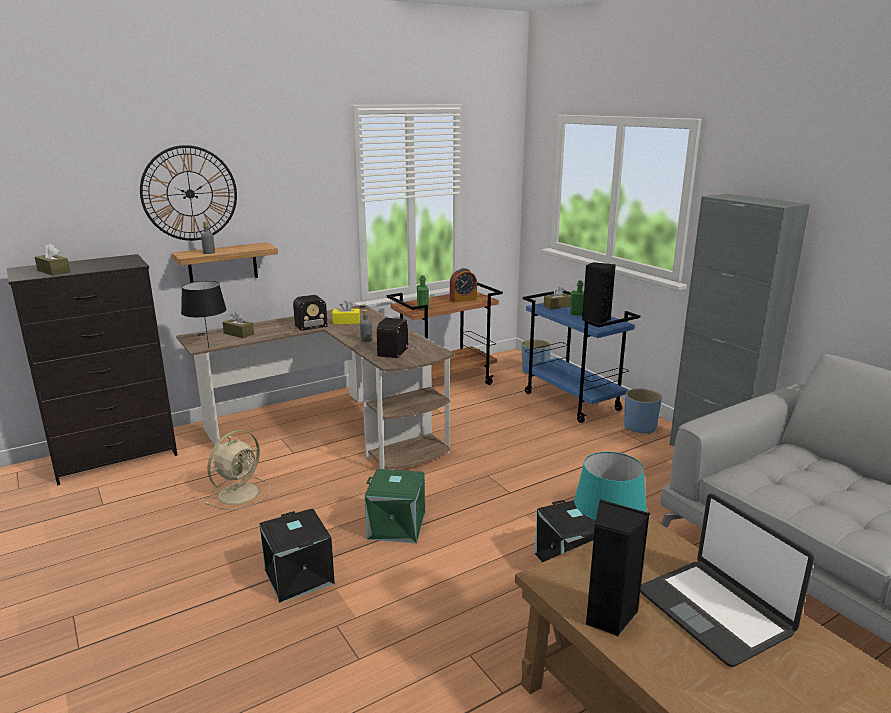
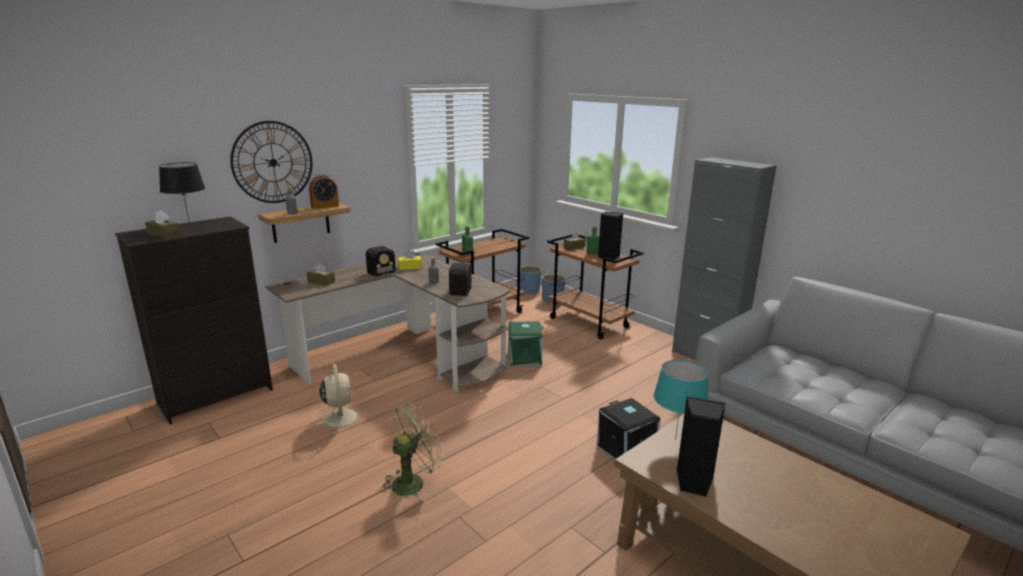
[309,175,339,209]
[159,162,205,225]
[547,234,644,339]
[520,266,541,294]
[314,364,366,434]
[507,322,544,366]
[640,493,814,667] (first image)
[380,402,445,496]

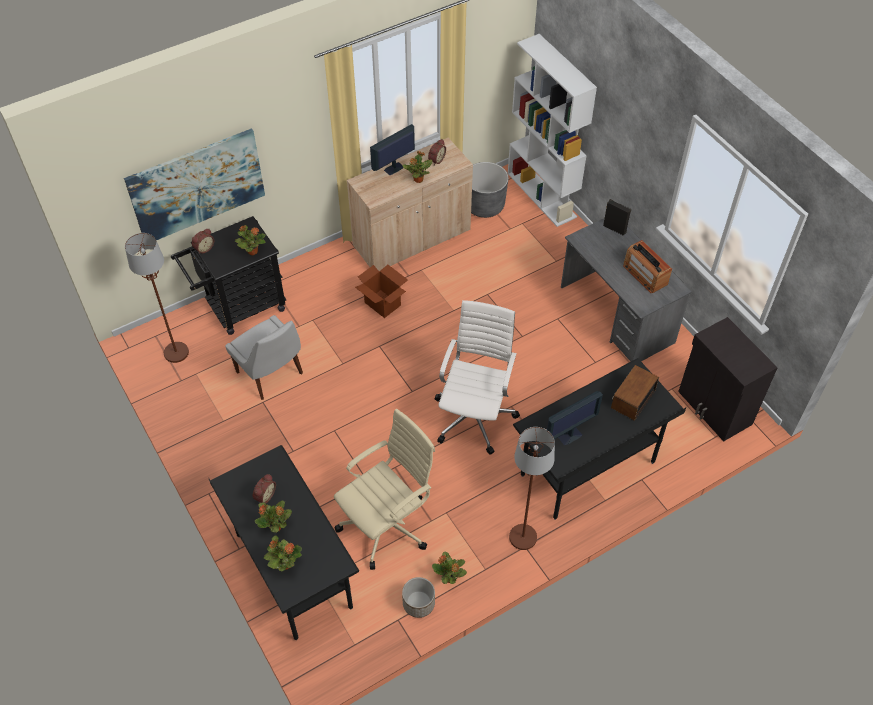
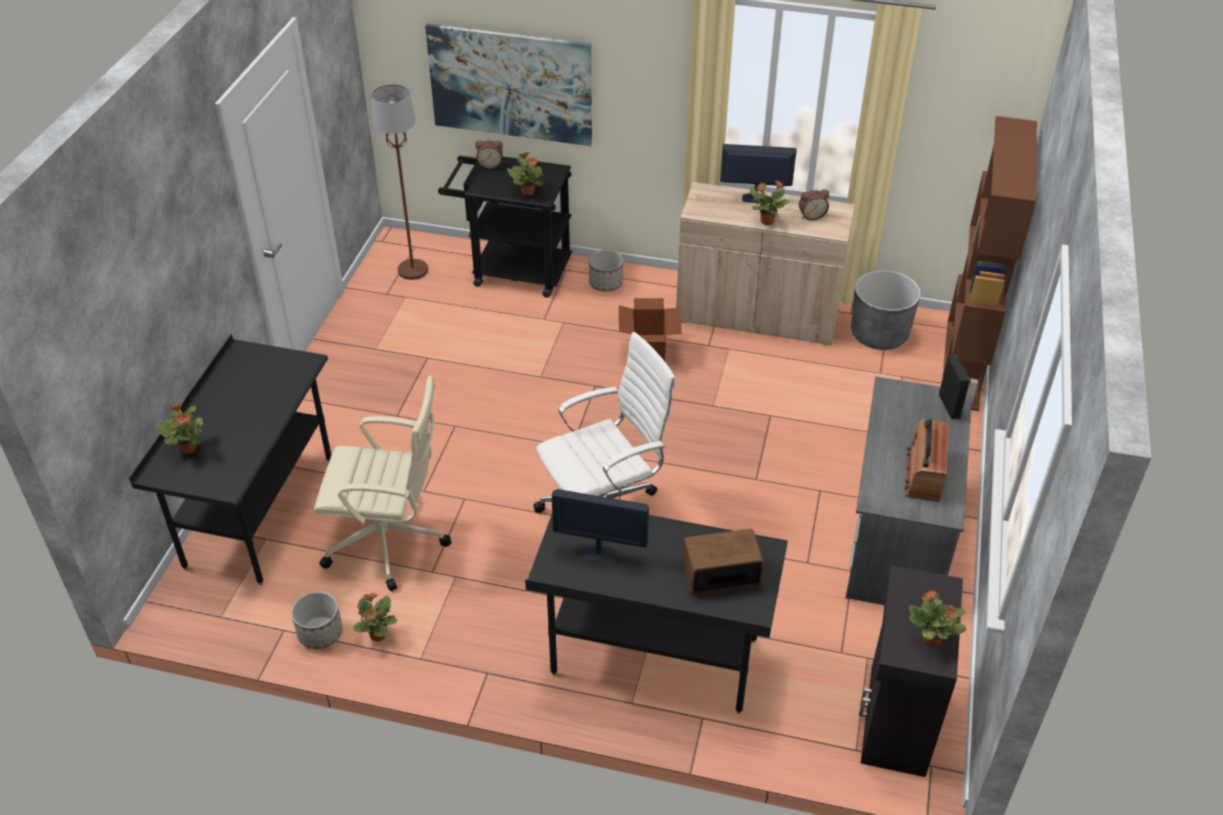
[943,116,1037,411]
[225,315,303,400] (first image)
[509,427,555,550] (first image)
[253,474,276,504] (first image)
[909,591,966,647]
[589,250,623,292]

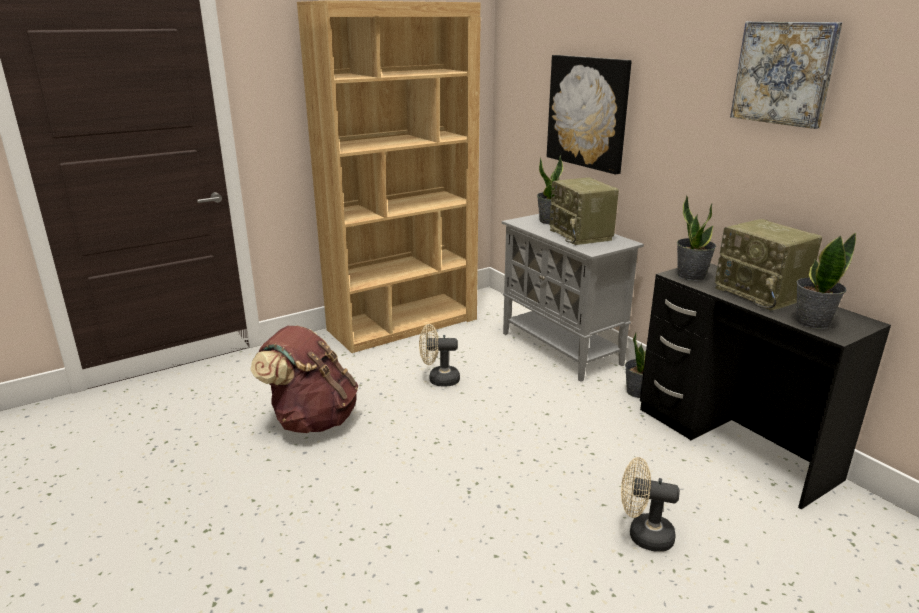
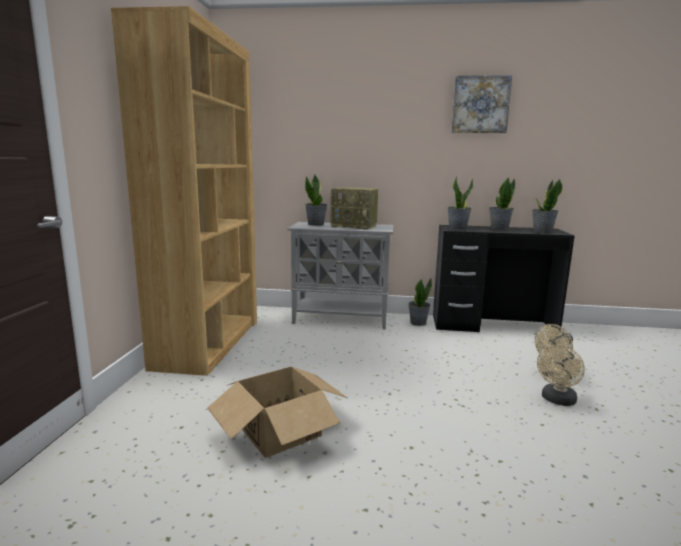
[547,55,632,175] (first image)
[489,178,515,230]
[537,344,585,406]
[207,366,347,458]

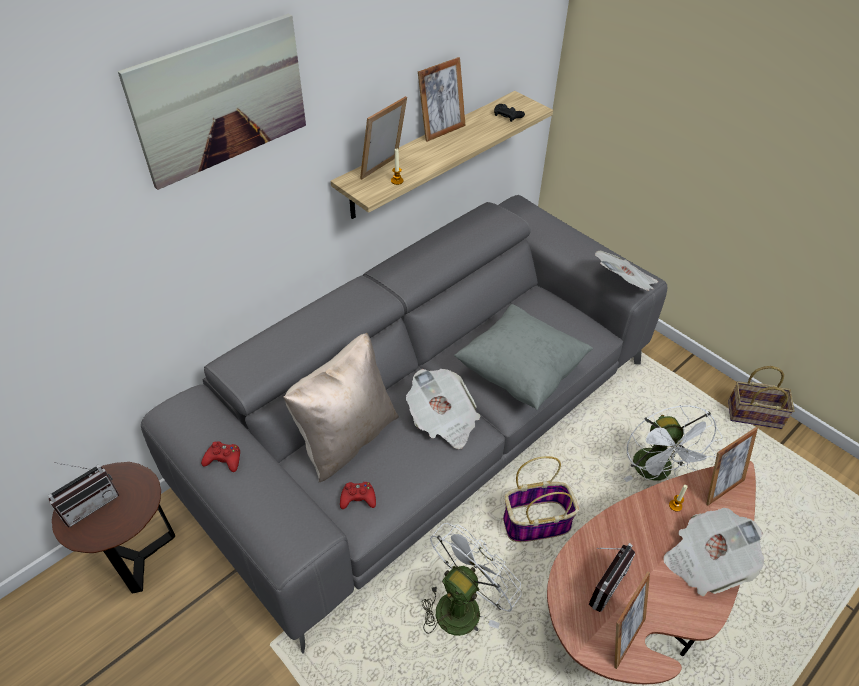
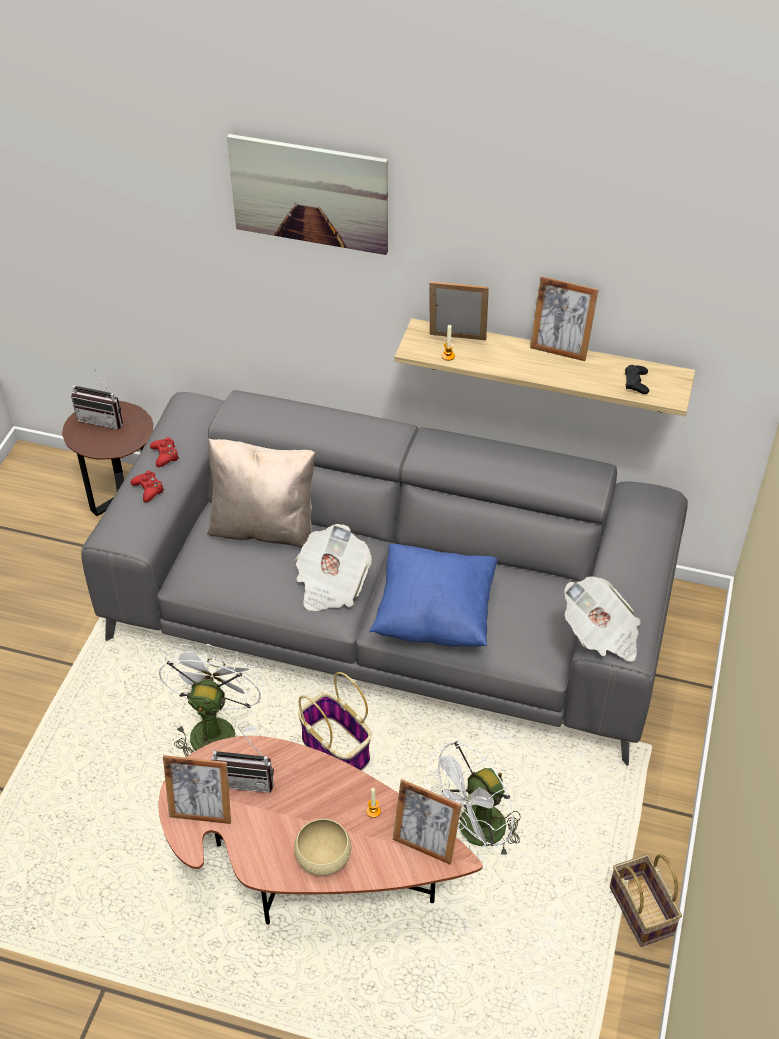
[369,543,498,647]
[131,470,164,502]
[294,819,351,876]
[159,644,263,757]

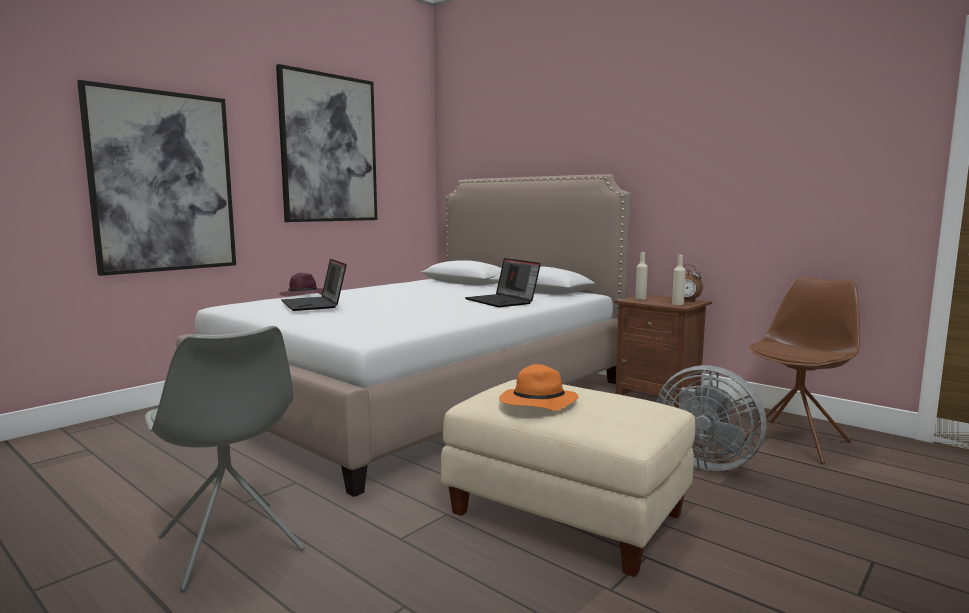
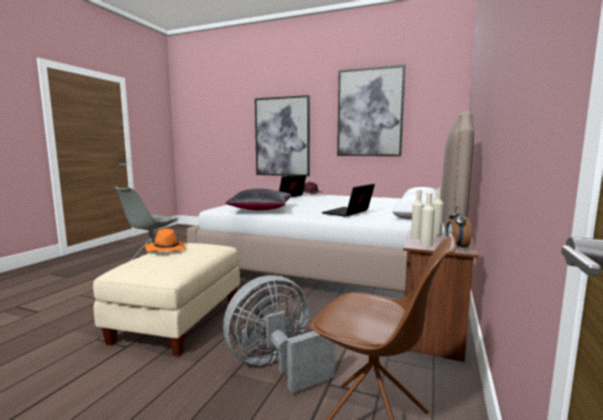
[223,275,335,393]
[225,189,292,210]
[411,190,424,239]

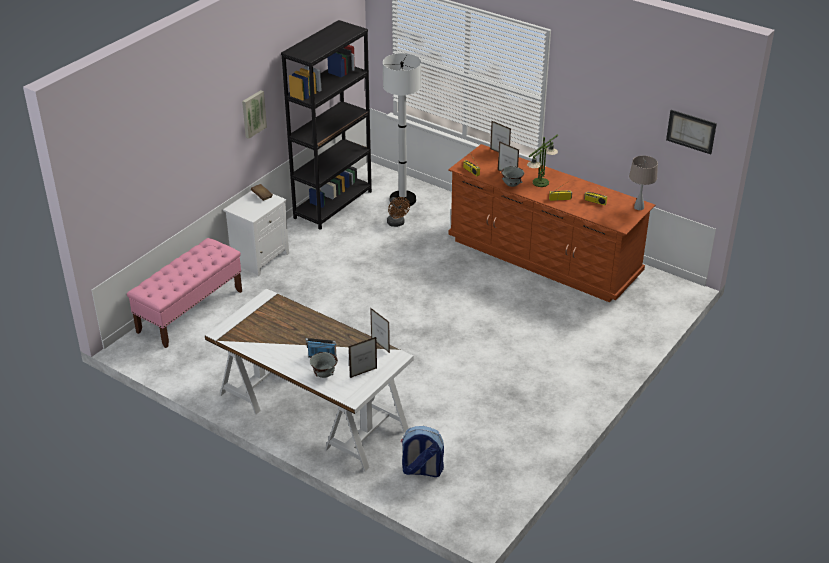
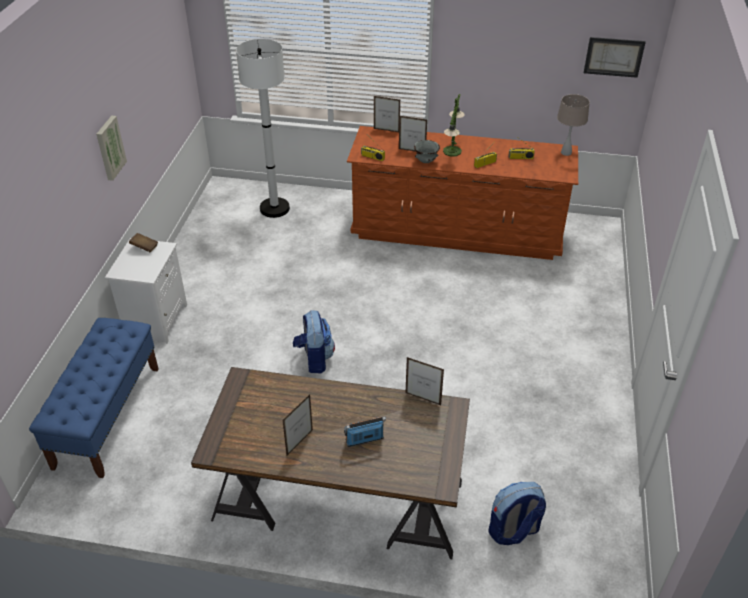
[281,20,372,230] (first image)
[387,197,410,227] (first image)
[29,318,158,478]
[191,367,470,559]
[283,394,313,455]
[310,352,338,378] (first image)
[293,310,335,373]

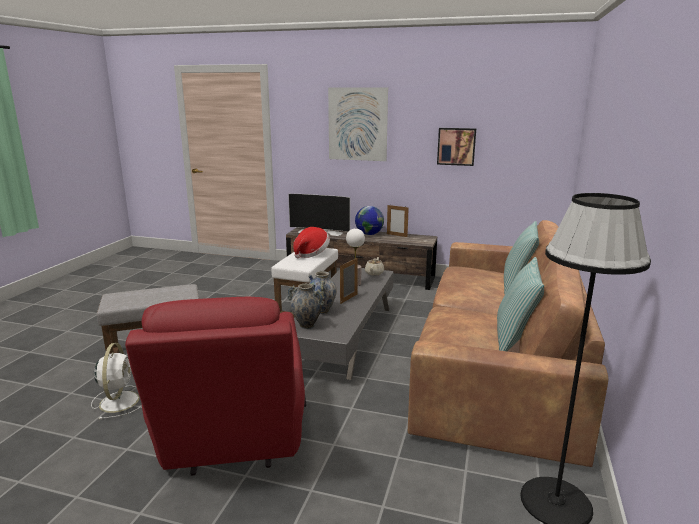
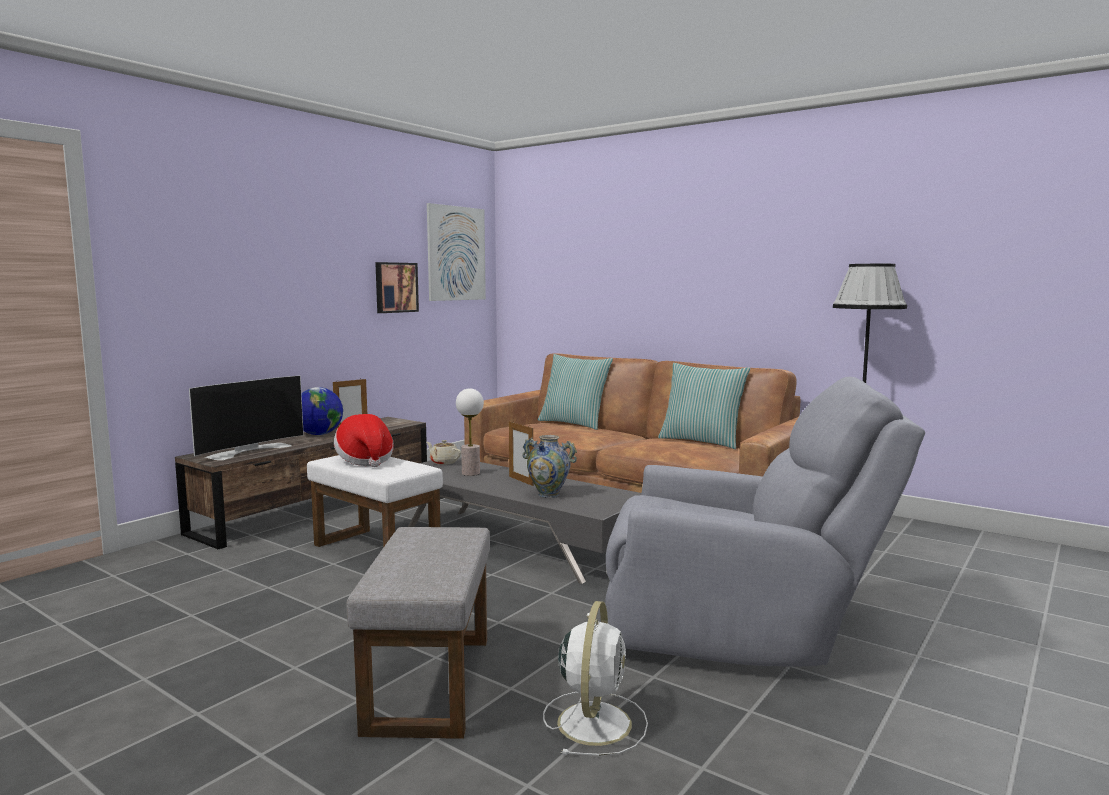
[427,203,486,301]
[287,283,325,329] (first image)
[605,377,925,667]
[543,601,648,756]

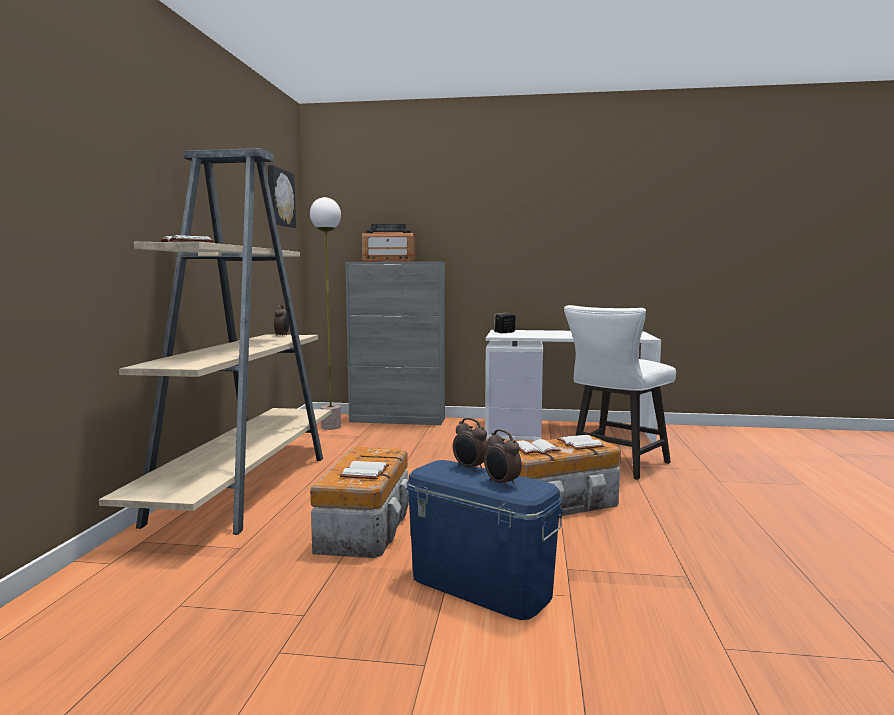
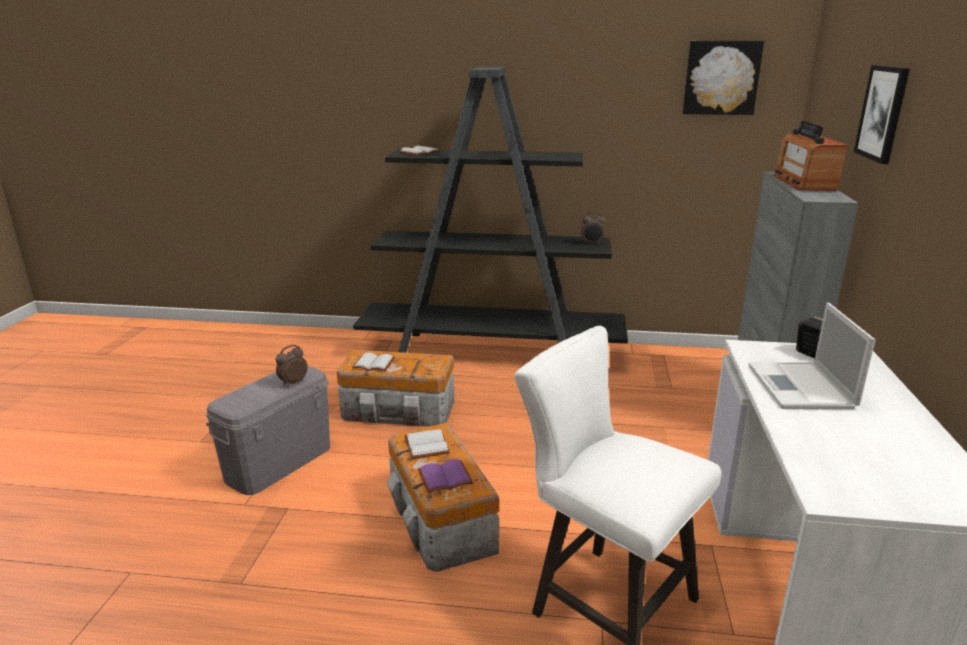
[353,67,628,353]
[310,197,341,430] (first image)
[484,429,522,488] (first image)
[418,459,473,493]
[206,365,330,495]
[854,65,910,164]
[748,303,875,409]

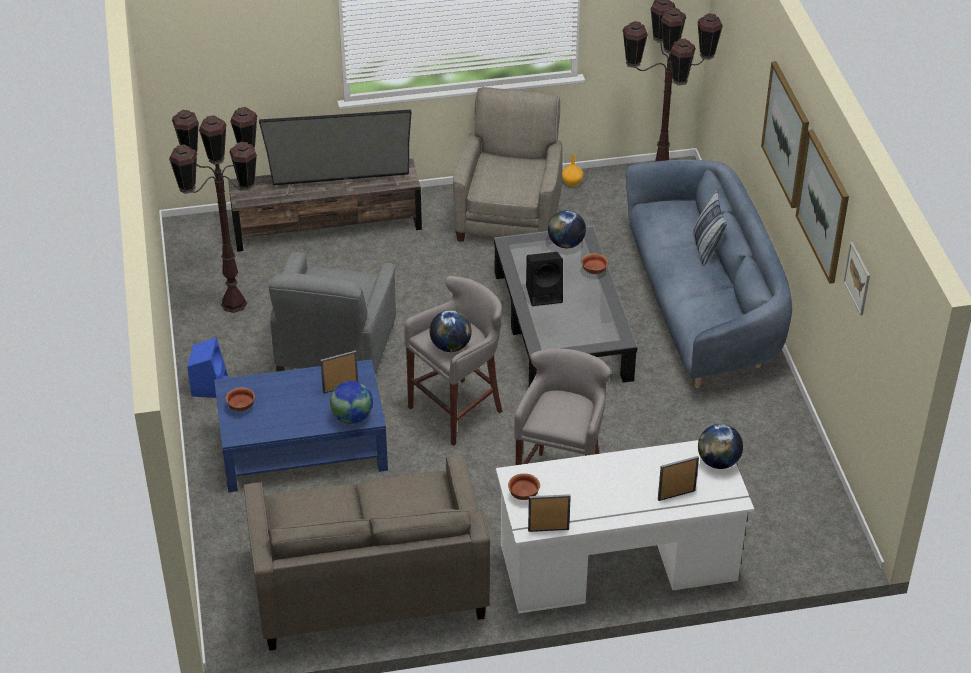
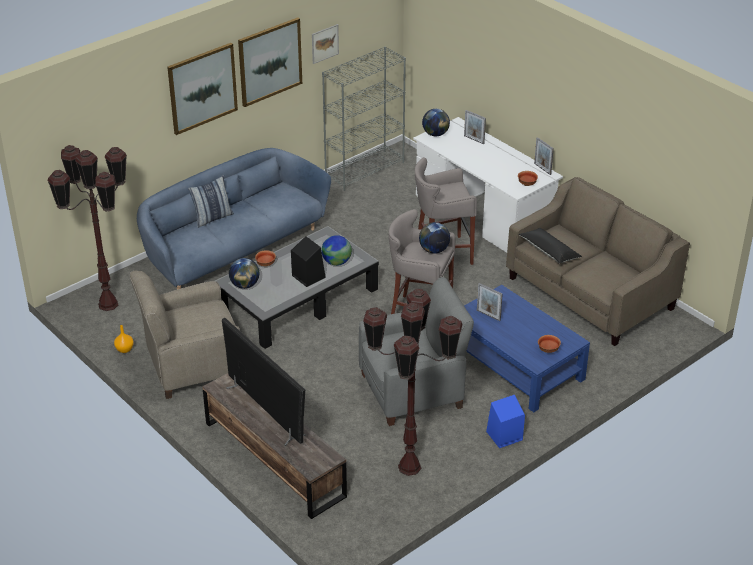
[321,235,352,266]
[322,46,406,191]
[518,228,582,264]

